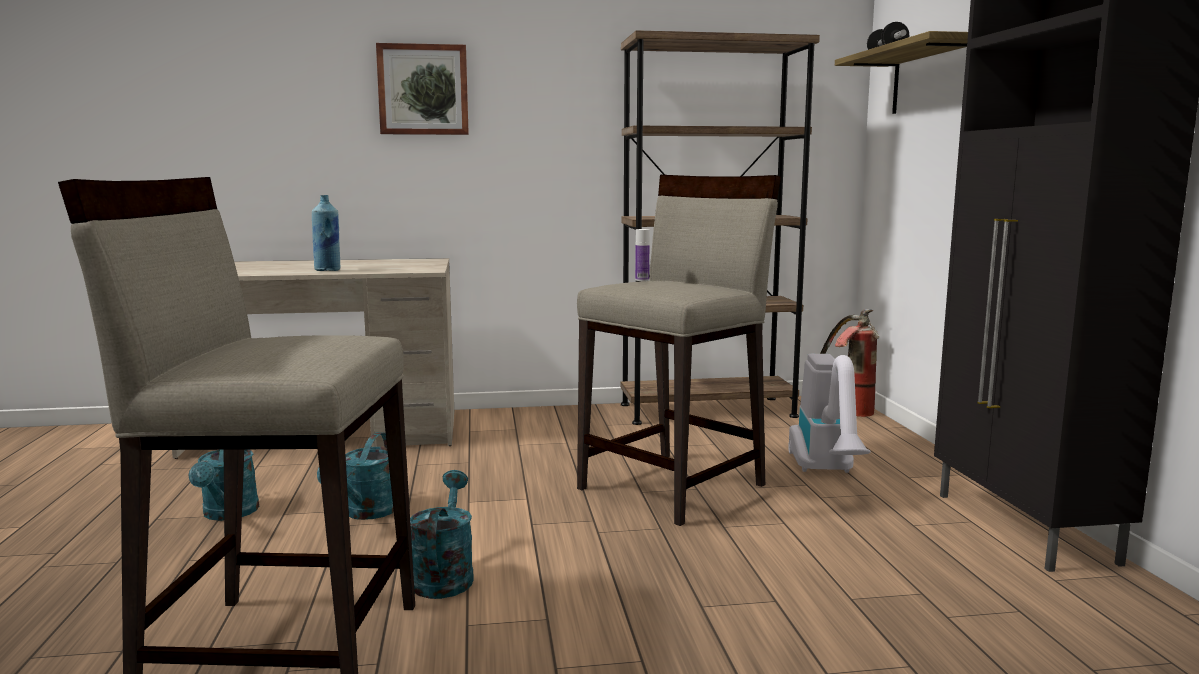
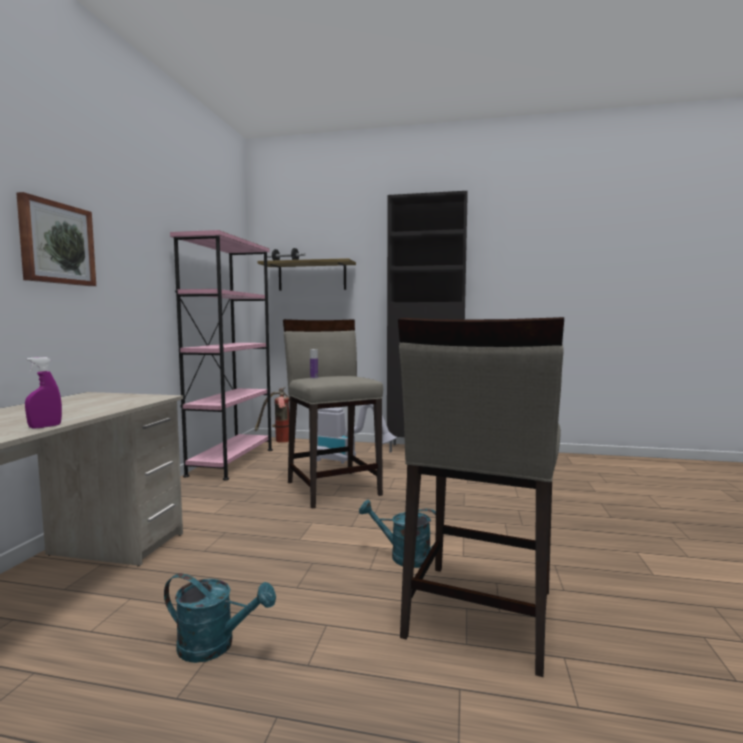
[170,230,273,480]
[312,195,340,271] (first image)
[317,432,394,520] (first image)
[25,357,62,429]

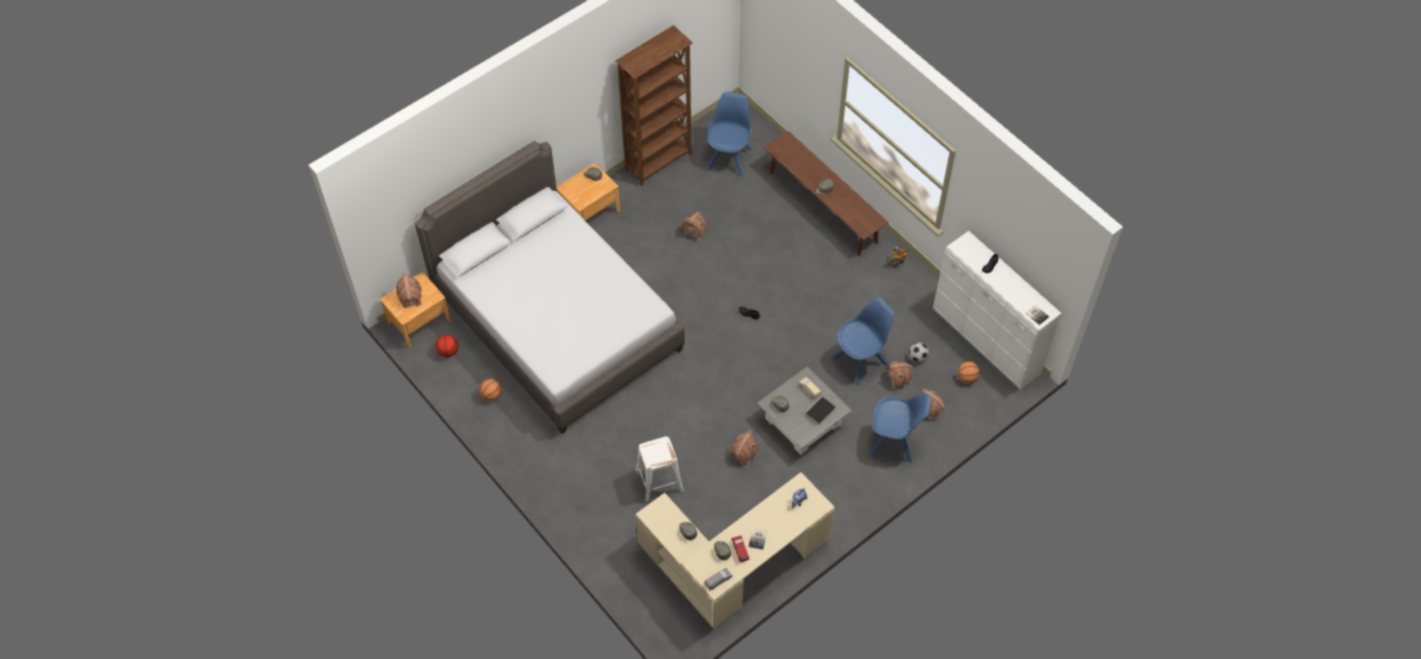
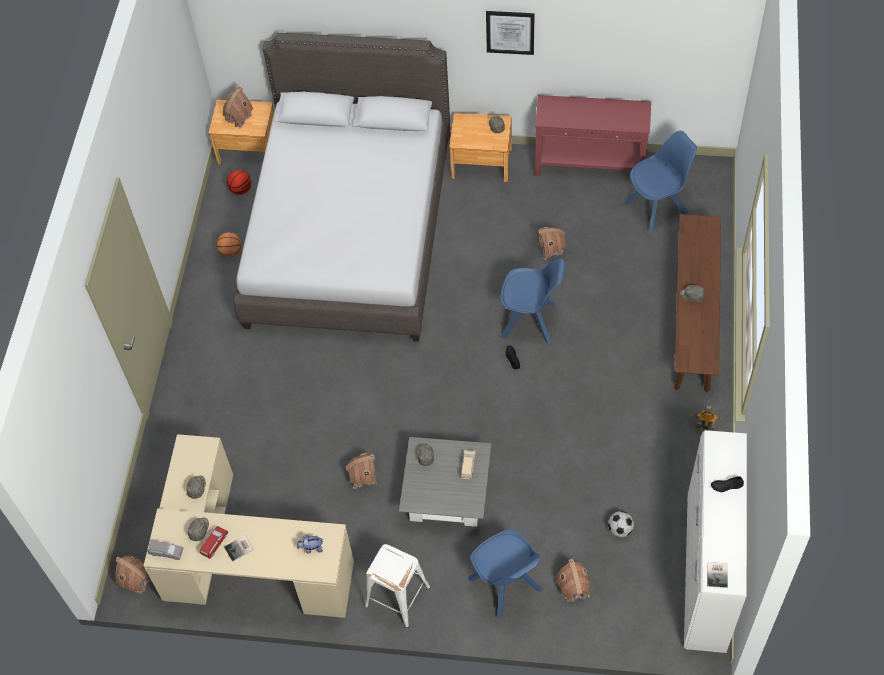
[535,95,651,176]
[501,258,565,344]
[115,556,152,594]
[957,361,980,383] (first image)
[804,397,836,426] (first image)
[365,544,430,628]
[486,11,535,55]

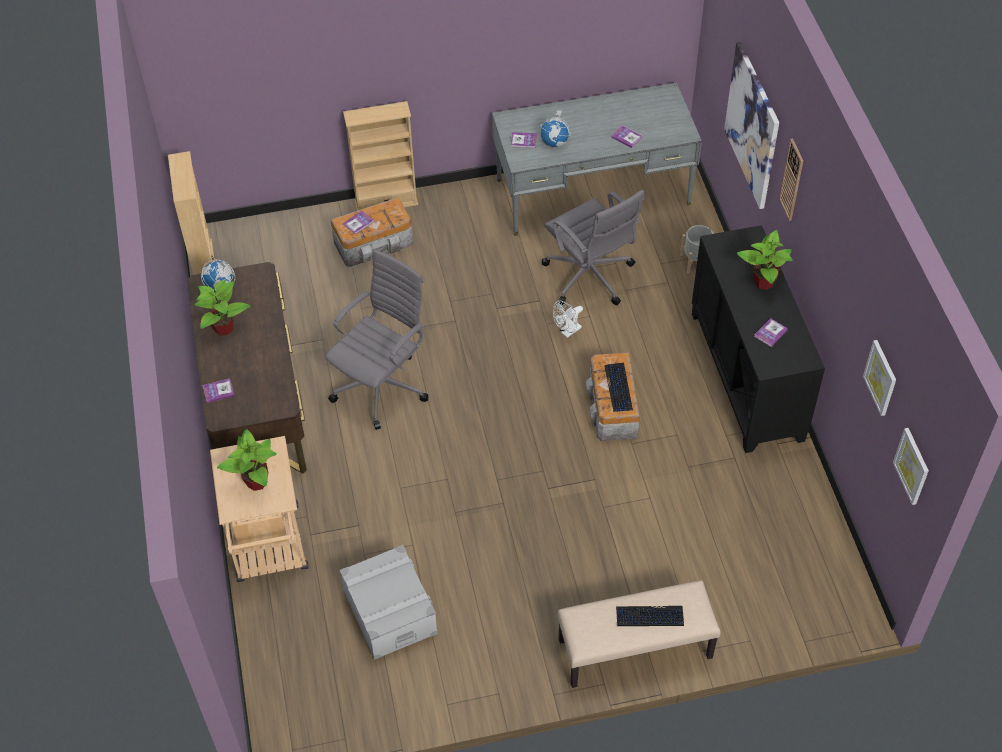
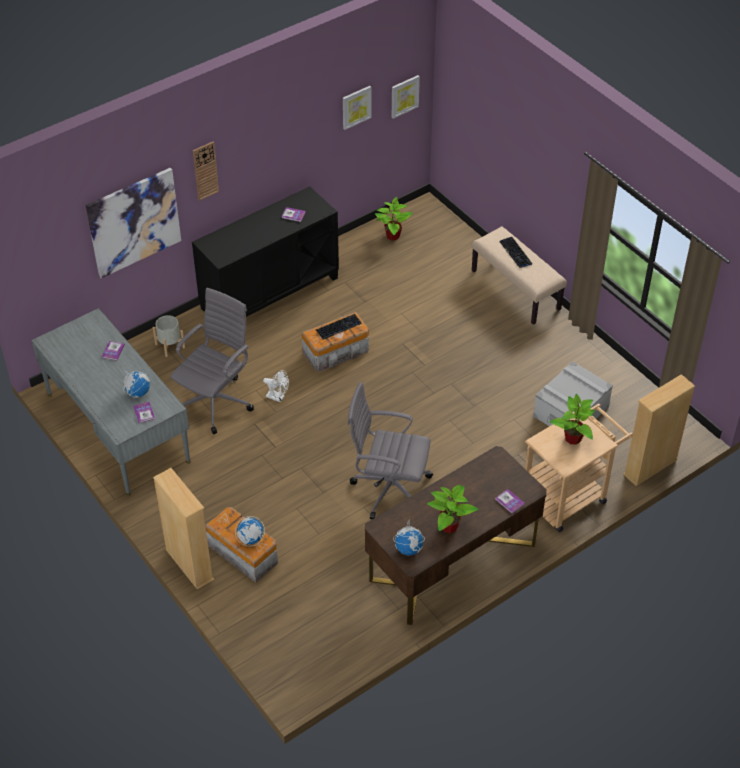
[623,374,695,486]
[235,516,265,546]
[375,197,413,241]

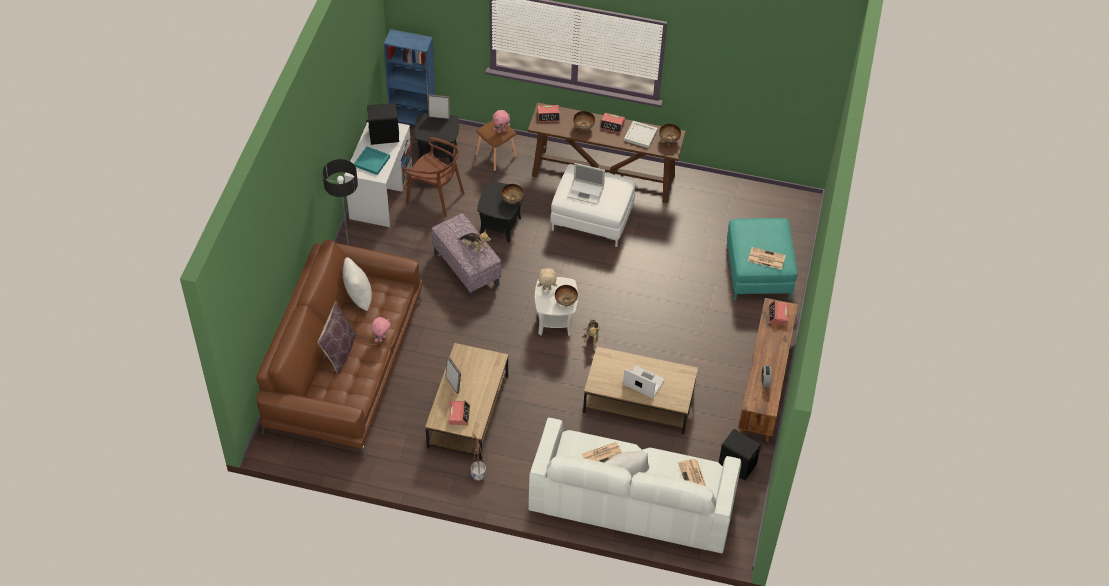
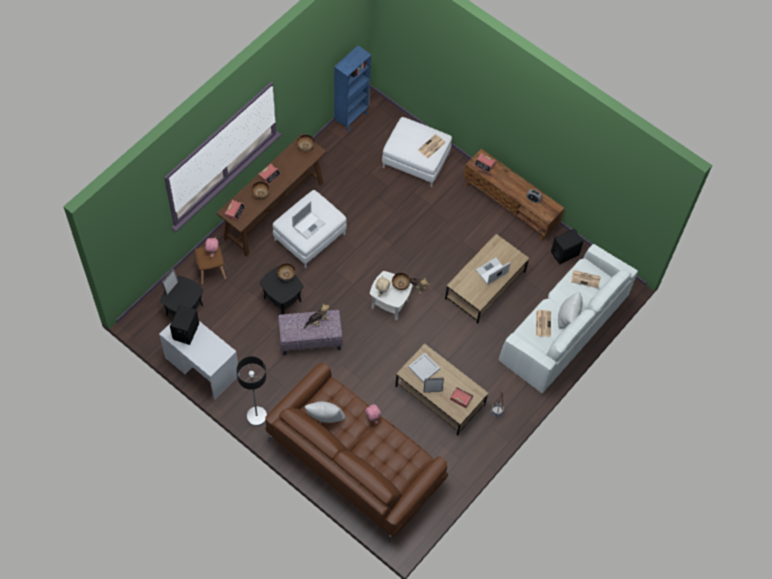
[334,45,371,131]
[408,353,440,383]
[403,137,465,217] (first image)
[354,146,390,175] (first image)
[382,117,452,187]
[318,301,356,375] (first image)

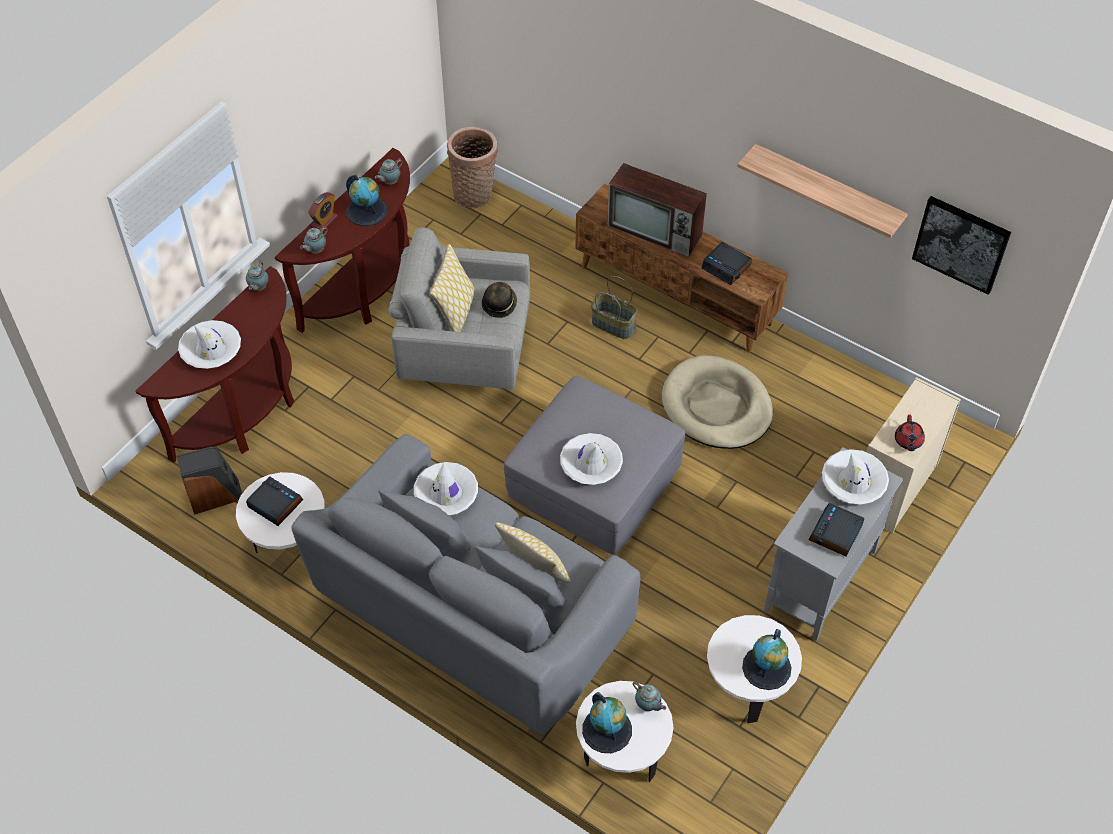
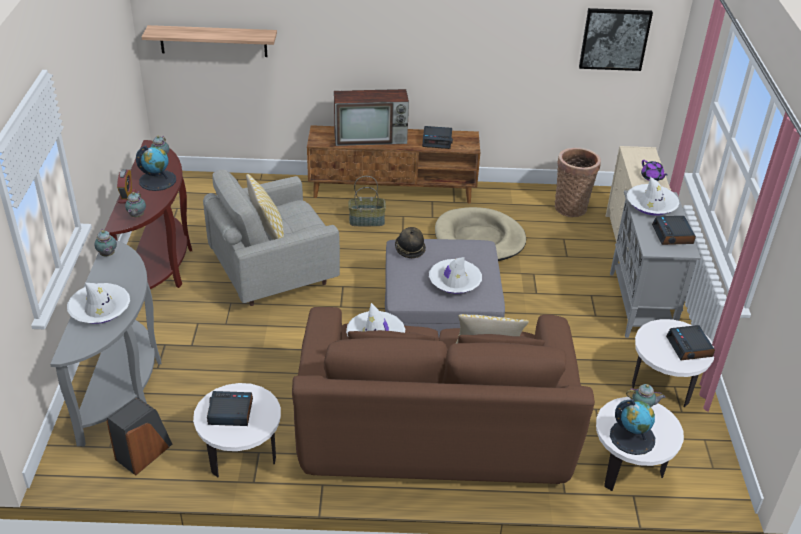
[555,148,601,217]
[142,25,277,57]
[50,240,161,446]
[395,227,426,258]
[641,160,668,181]
[292,307,595,484]
[666,325,715,360]

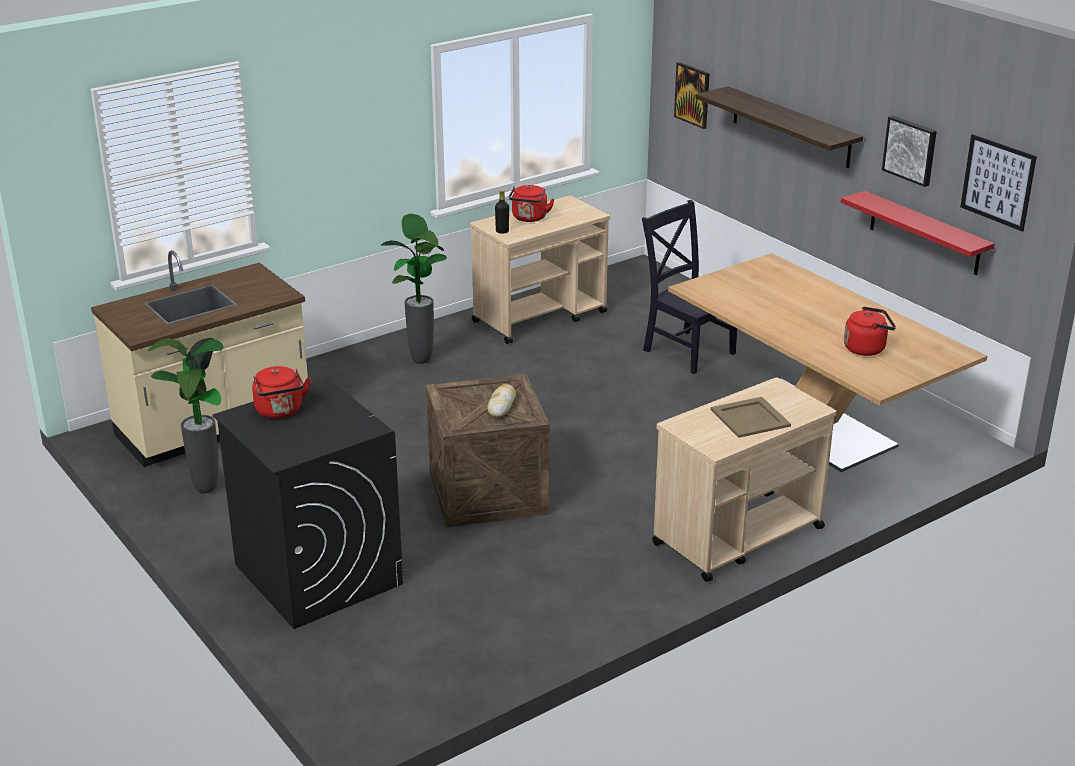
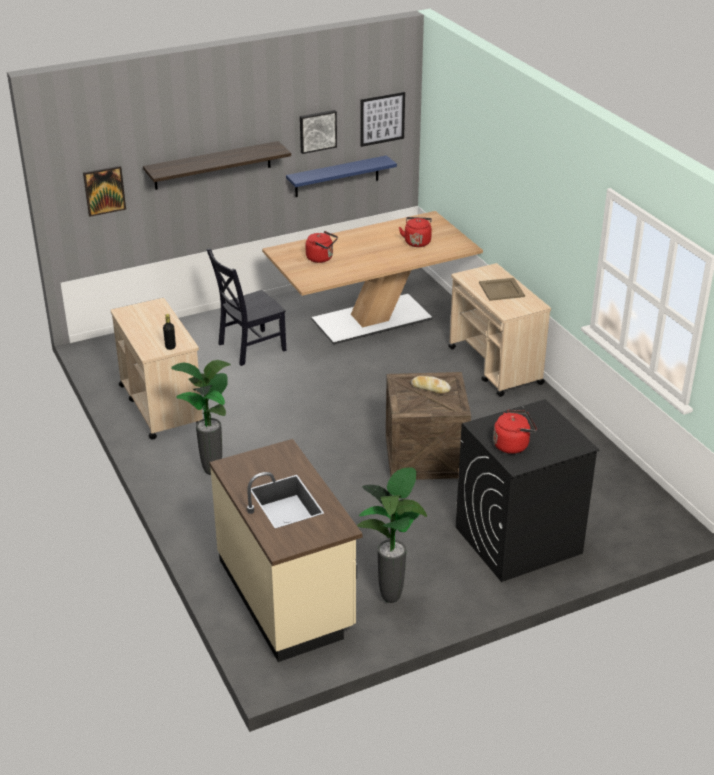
[305,231,338,263]
[286,155,397,197]

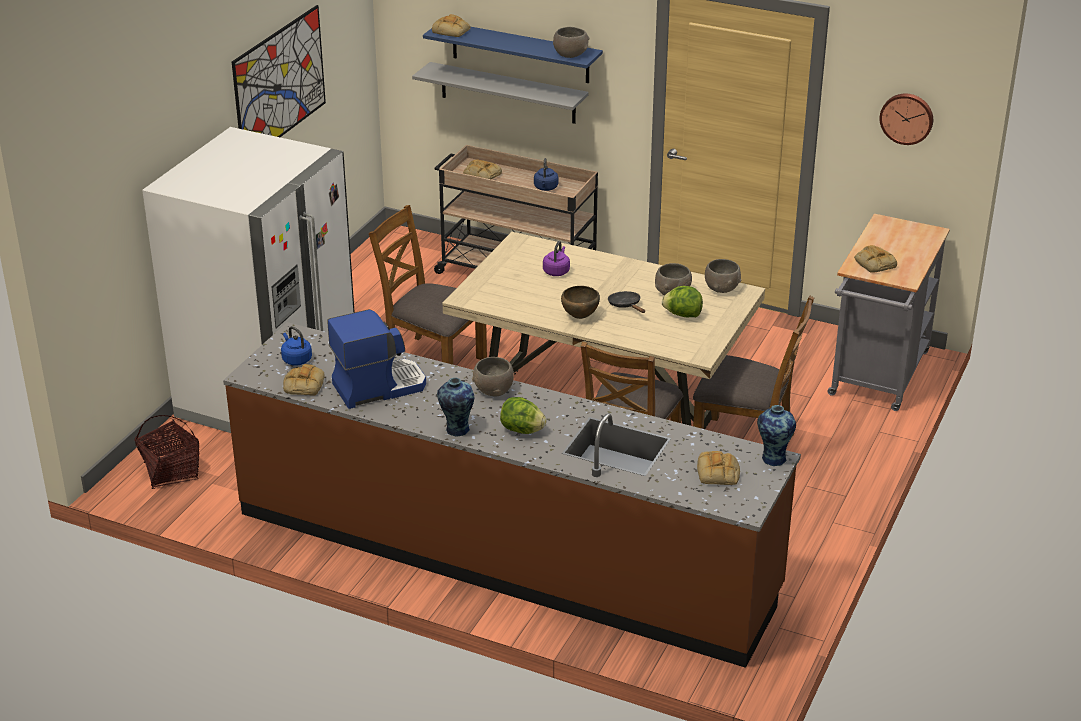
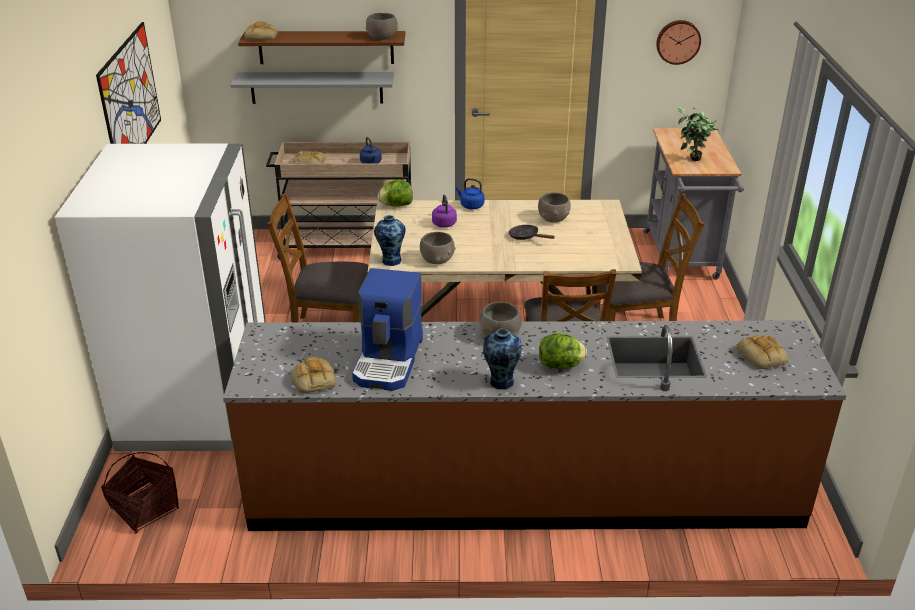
[238,31,405,64]
[678,106,718,161]
[420,232,456,264]
[561,286,600,319] (first image)
[378,179,413,207]
[352,268,423,391]
[456,178,485,209]
[374,215,406,266]

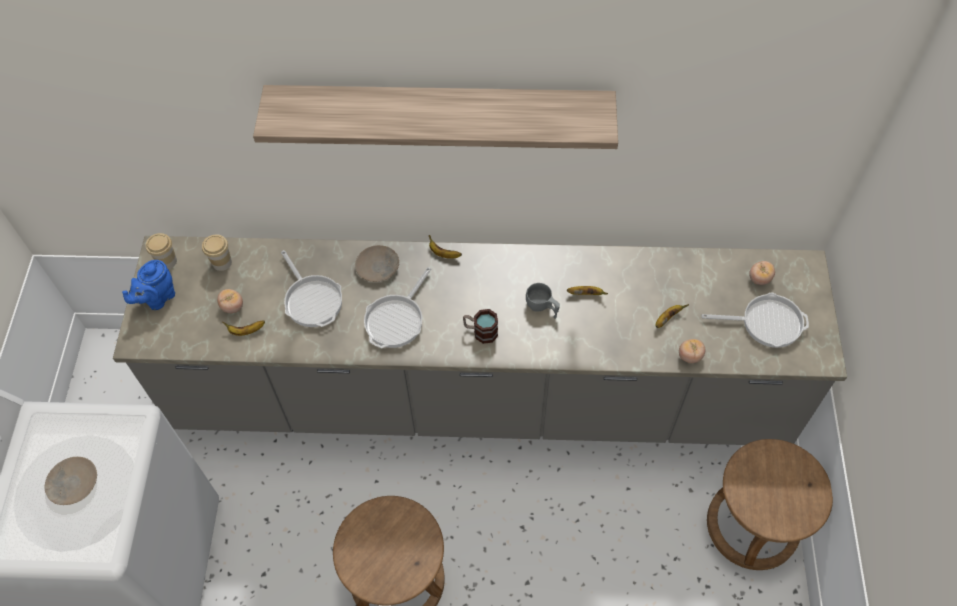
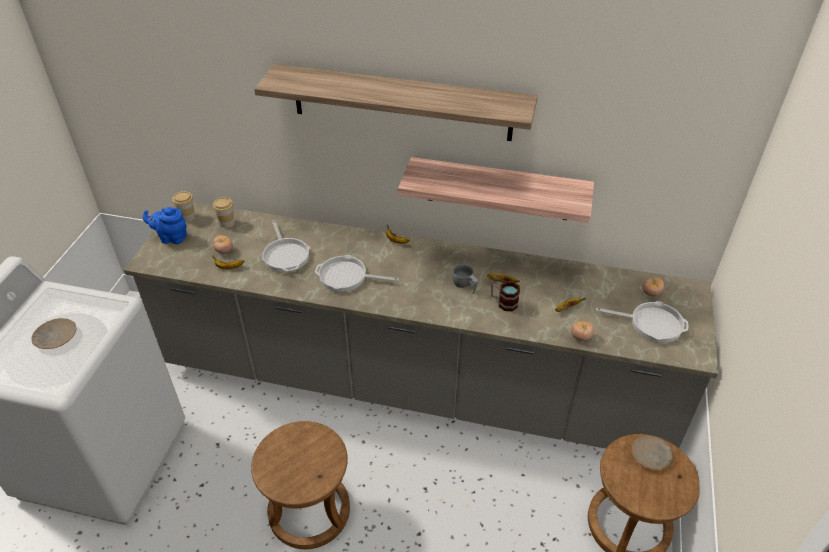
[632,435,673,470]
[143,207,187,244]
[315,255,399,292]
[491,281,520,311]
[398,157,594,223]

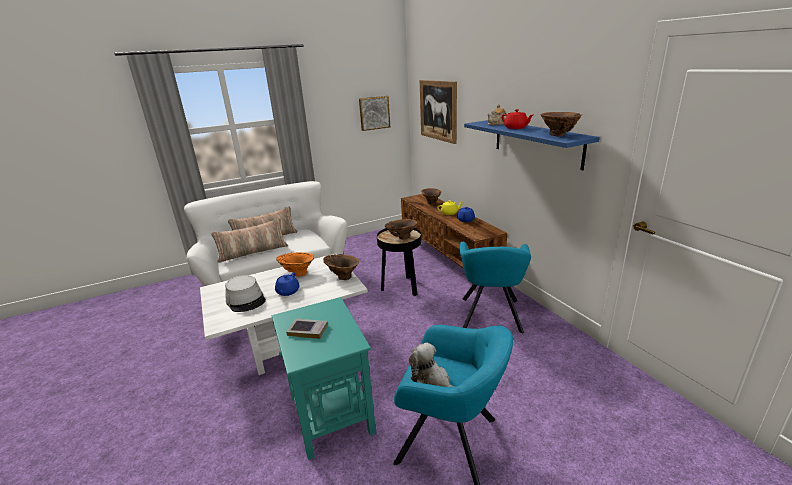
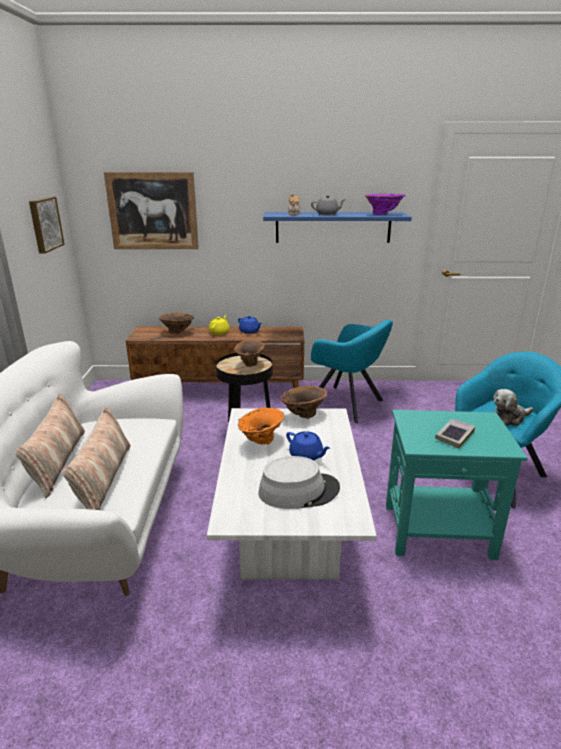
[311,195,346,215]
[365,194,405,215]

